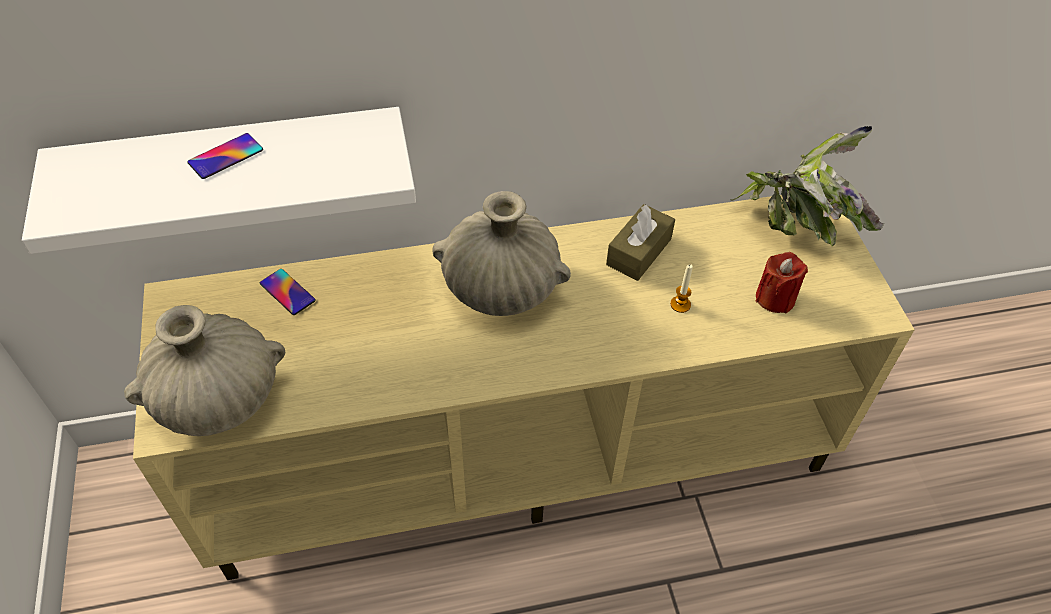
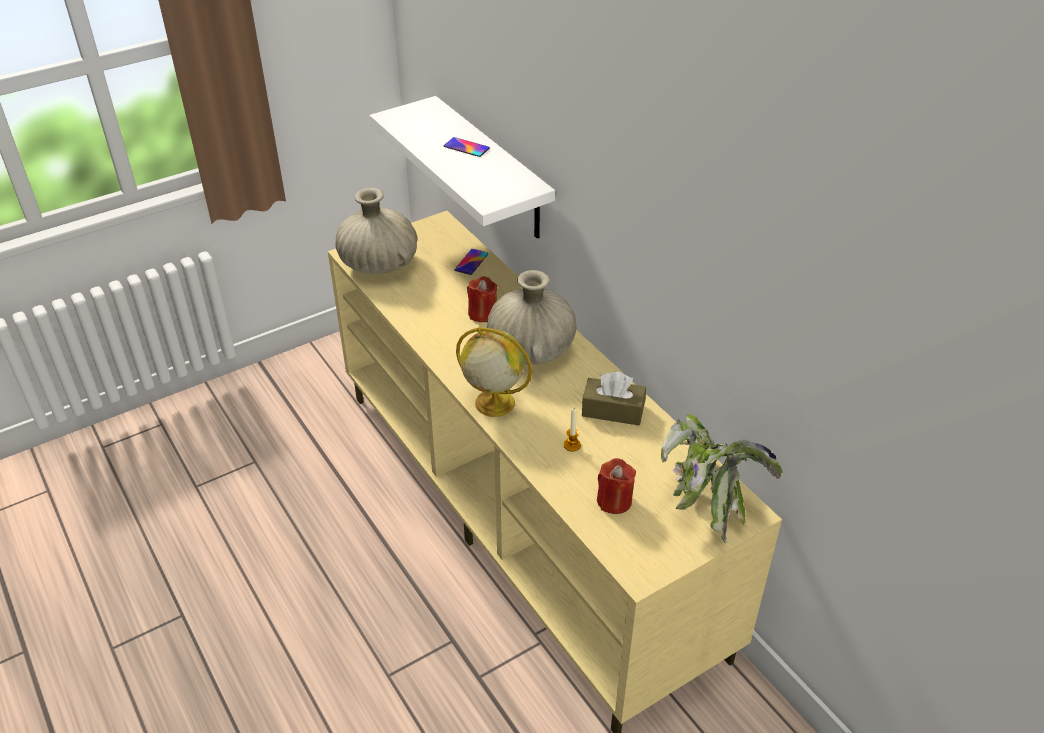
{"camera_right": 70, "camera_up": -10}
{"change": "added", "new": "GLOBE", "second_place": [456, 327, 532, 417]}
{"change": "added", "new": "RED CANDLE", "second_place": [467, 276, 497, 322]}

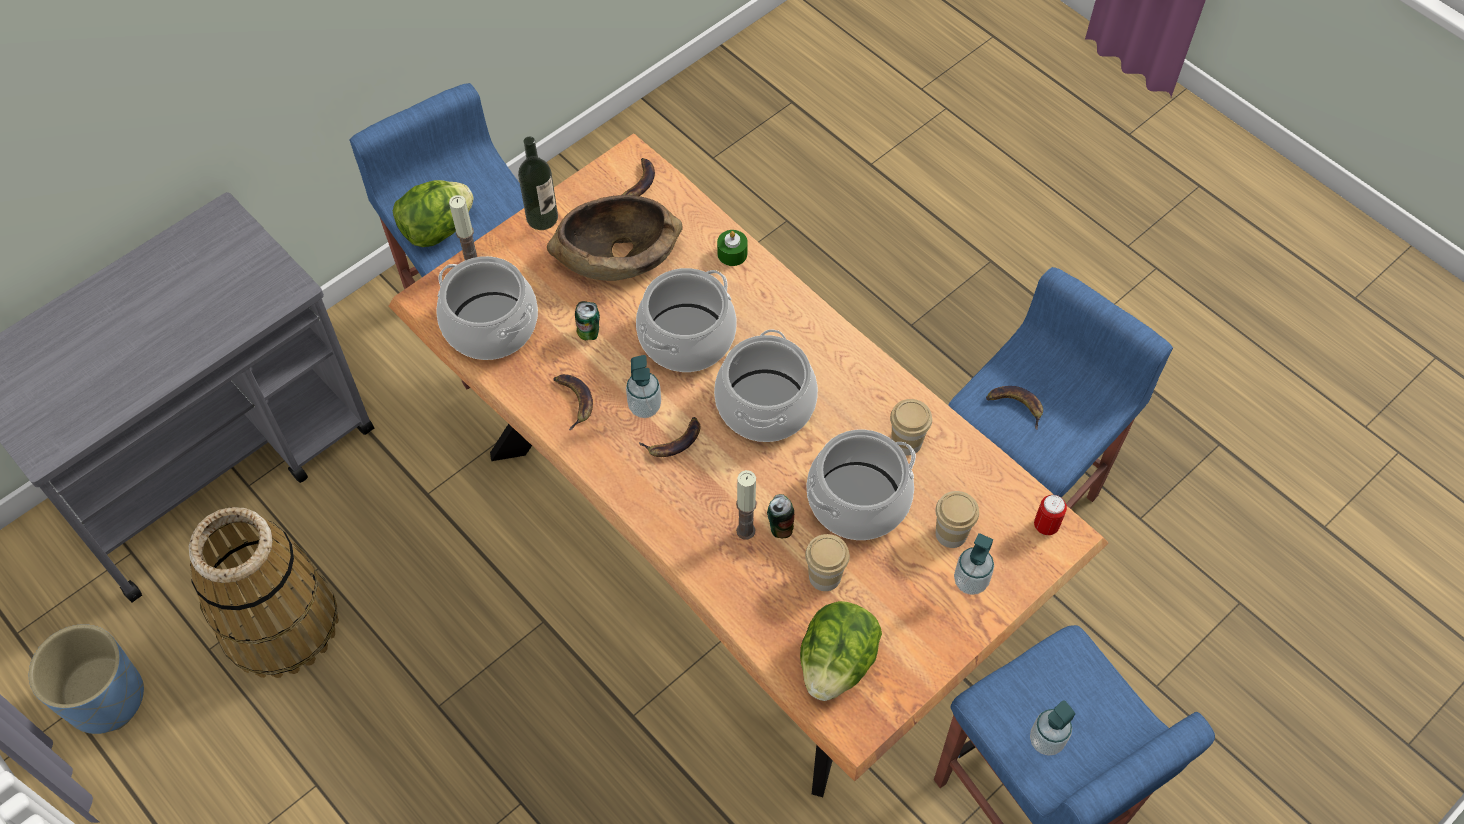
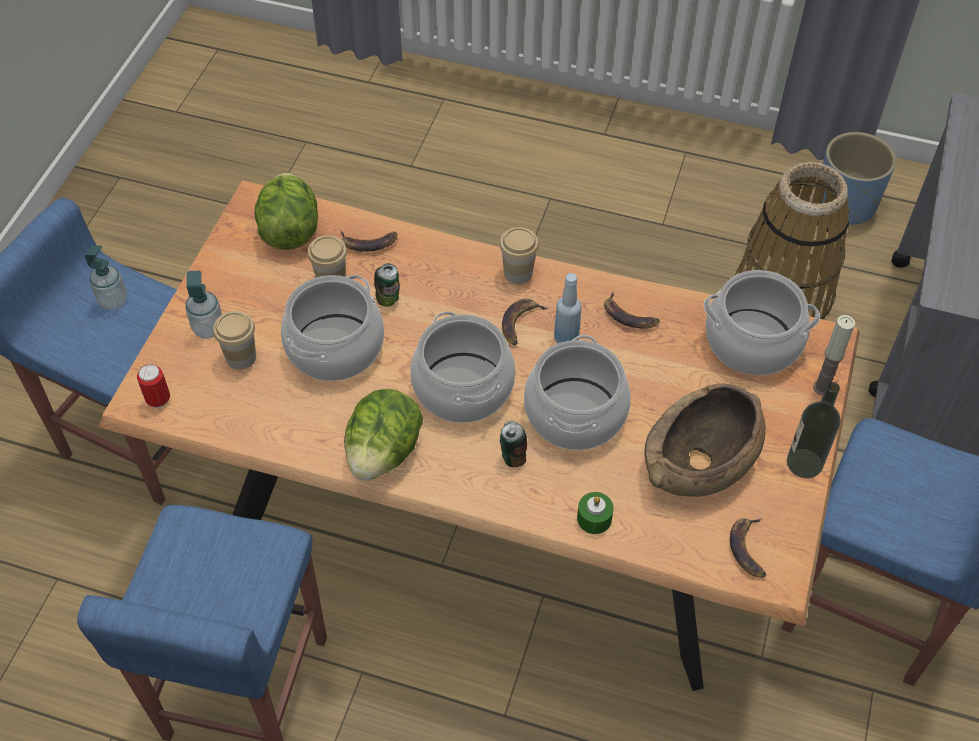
{"camera_right": 150, "camera_up": -5}
{"change": "moved", "old": "LETTUCE", "first_place": [393, 180, 474, 247], "second_place": [344, 389, 423, 481]}
{"change": "moved", "old": "CAN", "first_place": [575, 301, 600, 340], "second_place": [500, 421, 527, 467]}
{"change": "replaced", "old": "SOAP DISPENSER", "new": "BLUE BOTTLE", "first_place": [626, 355, 661, 418], "second_place": [554, 273, 582, 343]}
{"change": "removed", "old": "CANDLE", "first_place": [736, 470, 757, 540]}
{"change": "moved", "old": "CUP", "first_place": [890, 399, 932, 456], "second_place": [499, 227, 539, 284]}
{"change": "moved", "old": "BANANA", "first_place": [986, 386, 1043, 430], "second_place": [341, 231, 398, 252]}

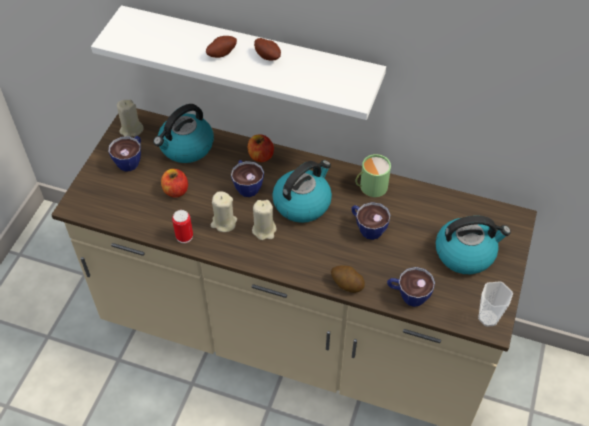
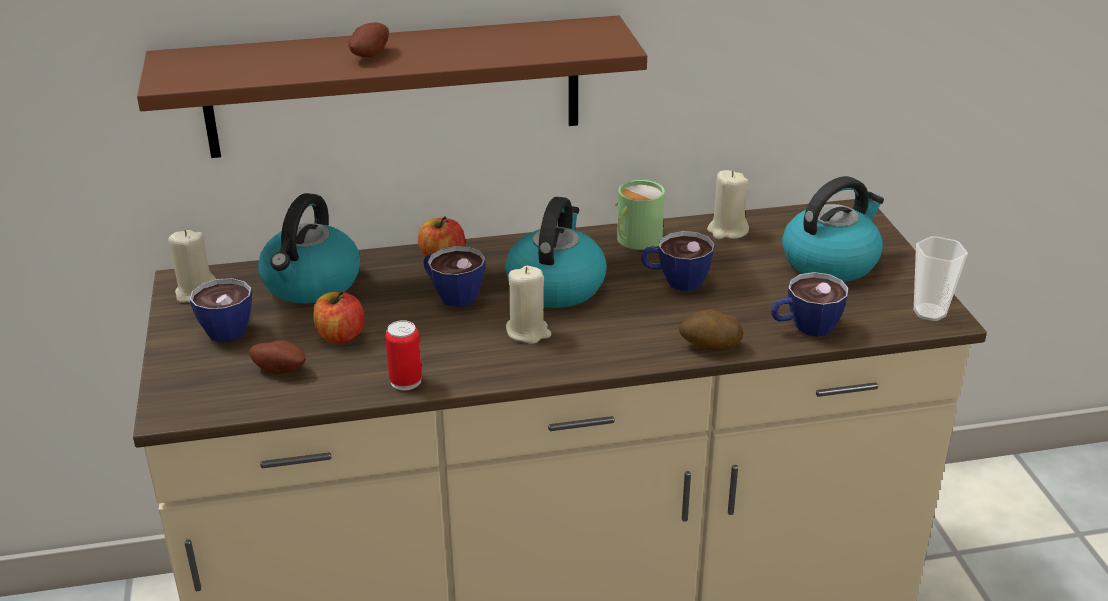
{"camera_right": -30, "camera_up": -20}
{"change": "recoloured", "old": "WHITE SHELF", "new": "BROWN SHELF", "first_place": [91, 5, 386, 120], "second_place": [137, 16, 647, 158]}
{"change": "moved", "old": "BEIGE CANDLE", "first_place": [211, 191, 237, 232], "second_place": [707, 170, 749, 239]}
{"change": "moved", "old": "POTATO", "first_place": [254, 38, 281, 61], "second_place": [249, 341, 306, 374]}

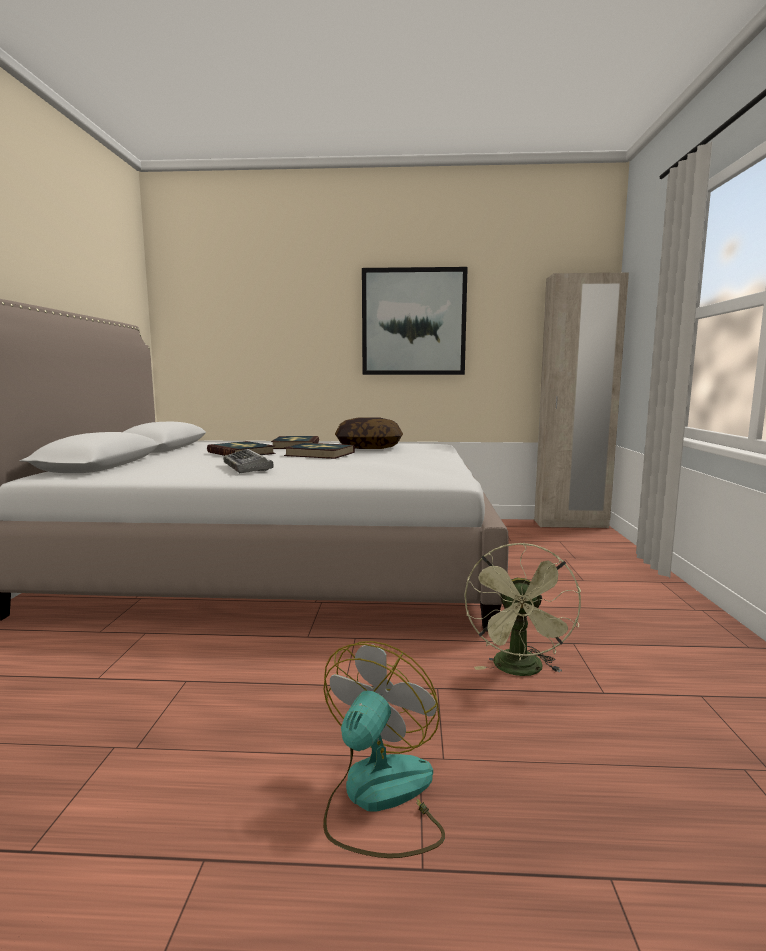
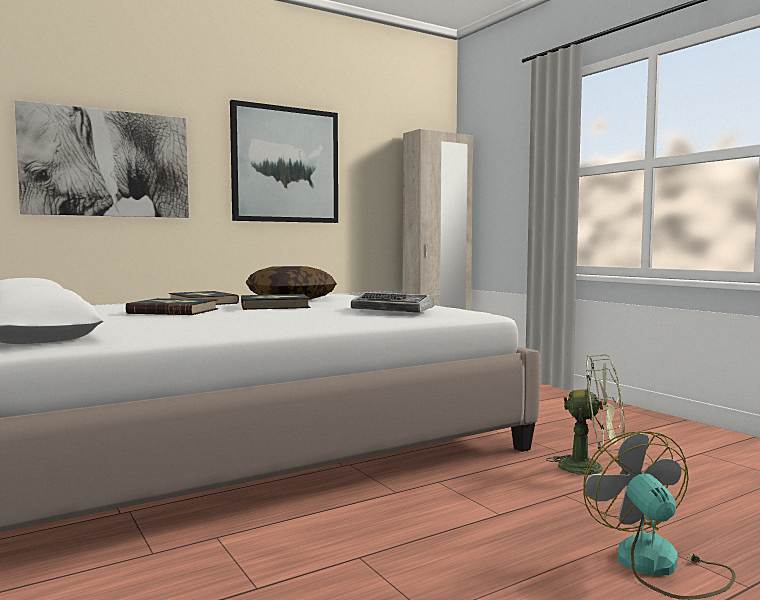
{"camera_right": -35, "camera_up": -5}
{"change": "moved", "old": "KEYBOARD", "first_place": [223, 449, 274, 473], "second_place": [351, 292, 434, 313]}
{"change": "turned", "old": "GREEN FAN", "first_place": [464, 542, 581, 676], "second_place": [546, 355, 625, 475], "degrees": -45}
{"change": "added", "new": "PICTURE", "second_place": [15, 100, 189, 218]}

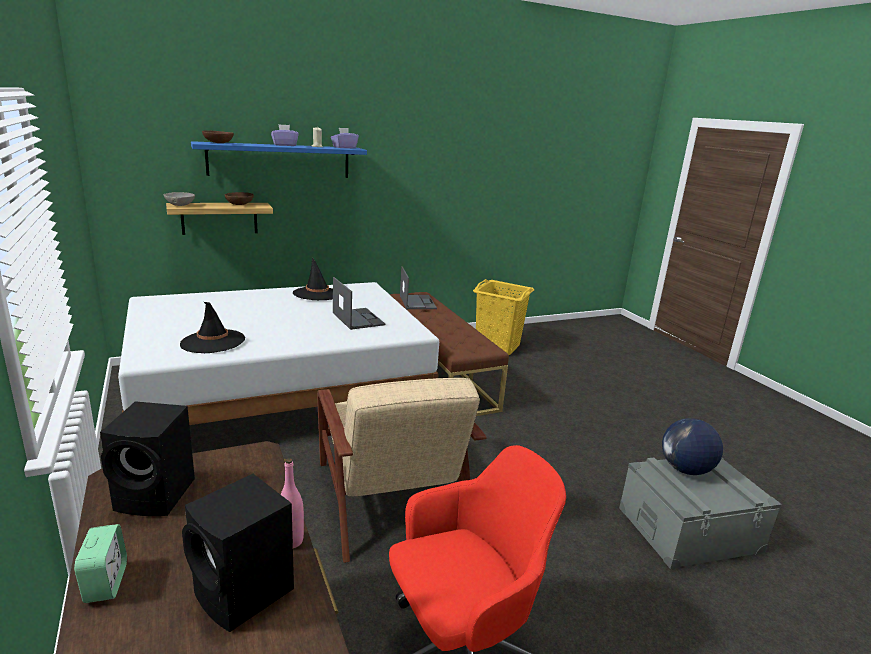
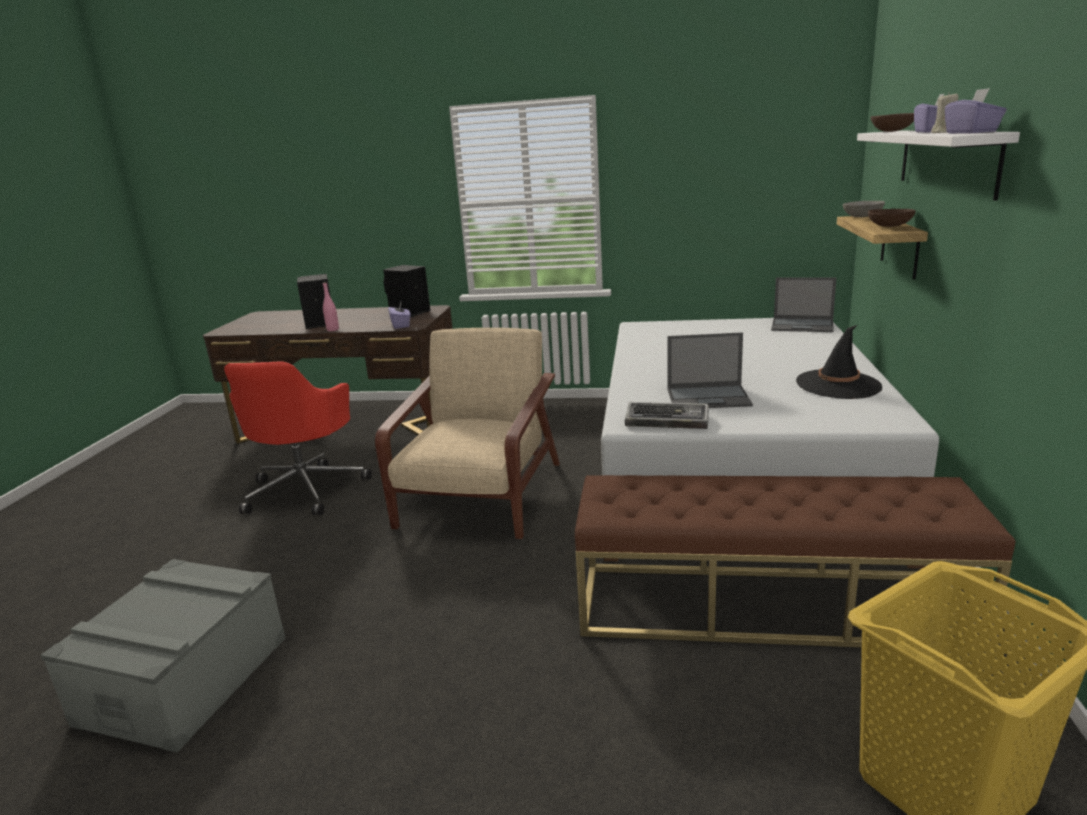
{"camera_right": 125, "camera_up": 0}
{"change": "removed", "old": "ALARM CLOCK", "first_place": [74, 524, 127, 603]}
{"change": "removed", "old": "BLACK HAT", "first_place": [180, 302, 245, 353]}
{"change": "recoloured", "old": "BLUE SHELF", "new": "WHITE SHELF", "first_place": [191, 141, 367, 178], "second_place": [857, 131, 1020, 201]}
{"change": "turned", "old": "BEIGE ARMCHAIR", "first_place": [317, 378, 487, 563], "second_place": [375, 328, 560, 539], "degrees": 90}
{"change": "moved", "old": "LAPTOP", "first_place": [400, 266, 437, 309], "second_place": [771, 277, 837, 332]}
{"change": "removed", "old": "GLOBE", "first_place": [662, 418, 723, 475]}
{"change": "added", "new": "PURPLE TISSUE BOX", "second_place": [388, 303, 411, 329]}
{"change": "added", "new": "KEYBOARD", "second_place": [625, 402, 709, 429]}

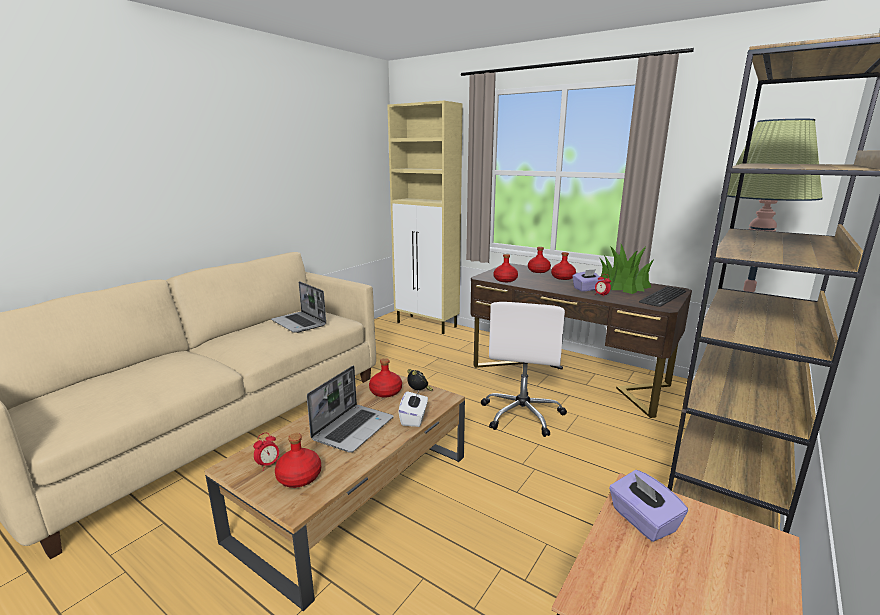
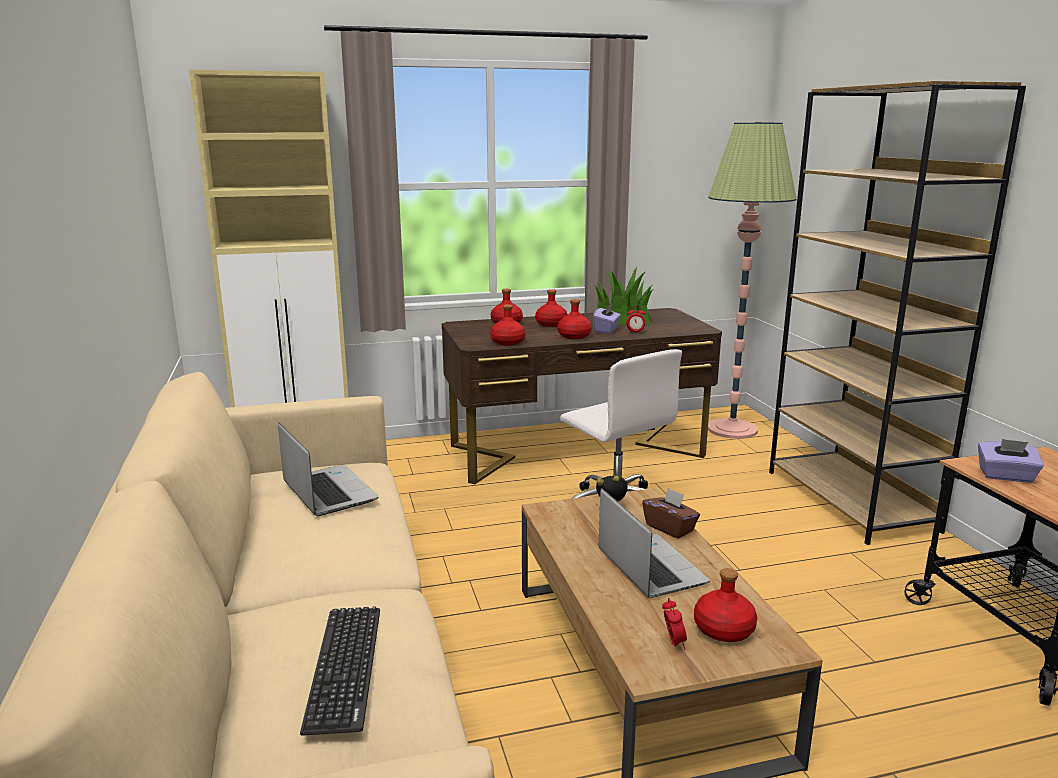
{"camera_right": -50, "camera_up": 0}
{"change": "turned", "old": "LAPTOP", "first_place": [271, 281, 326, 333], "second_place": [278, 422, 379, 516], "degrees": -120}
{"change": "moved", "old": "RED BOTTLE", "first_place": [369, 358, 402, 398], "second_place": [557, 299, 592, 339]}
{"change": "recoloured", "old": "WHITE TISSUE BOX", "new": "BROWN TISSUE BOX", "first_place": [398, 389, 428, 427], "second_place": [642, 488, 700, 539]}
{"change": "moved", "old": "KEYBOARD", "first_place": [639, 286, 686, 307], "second_place": [300, 606, 380, 736]}

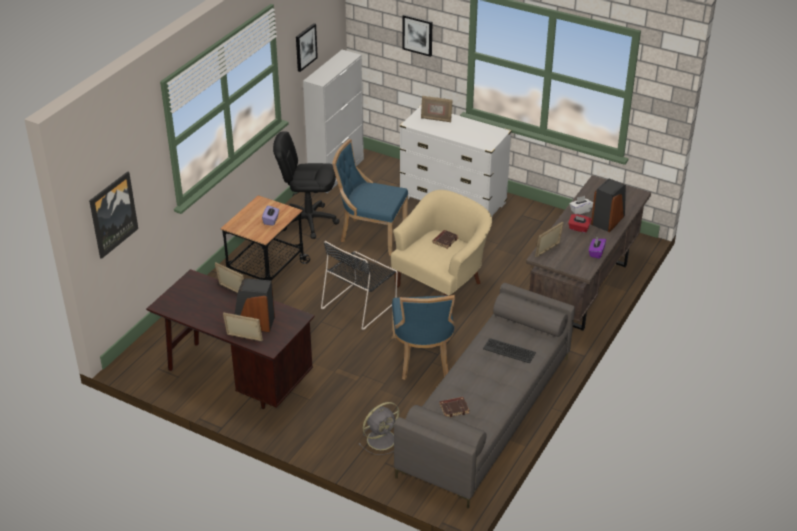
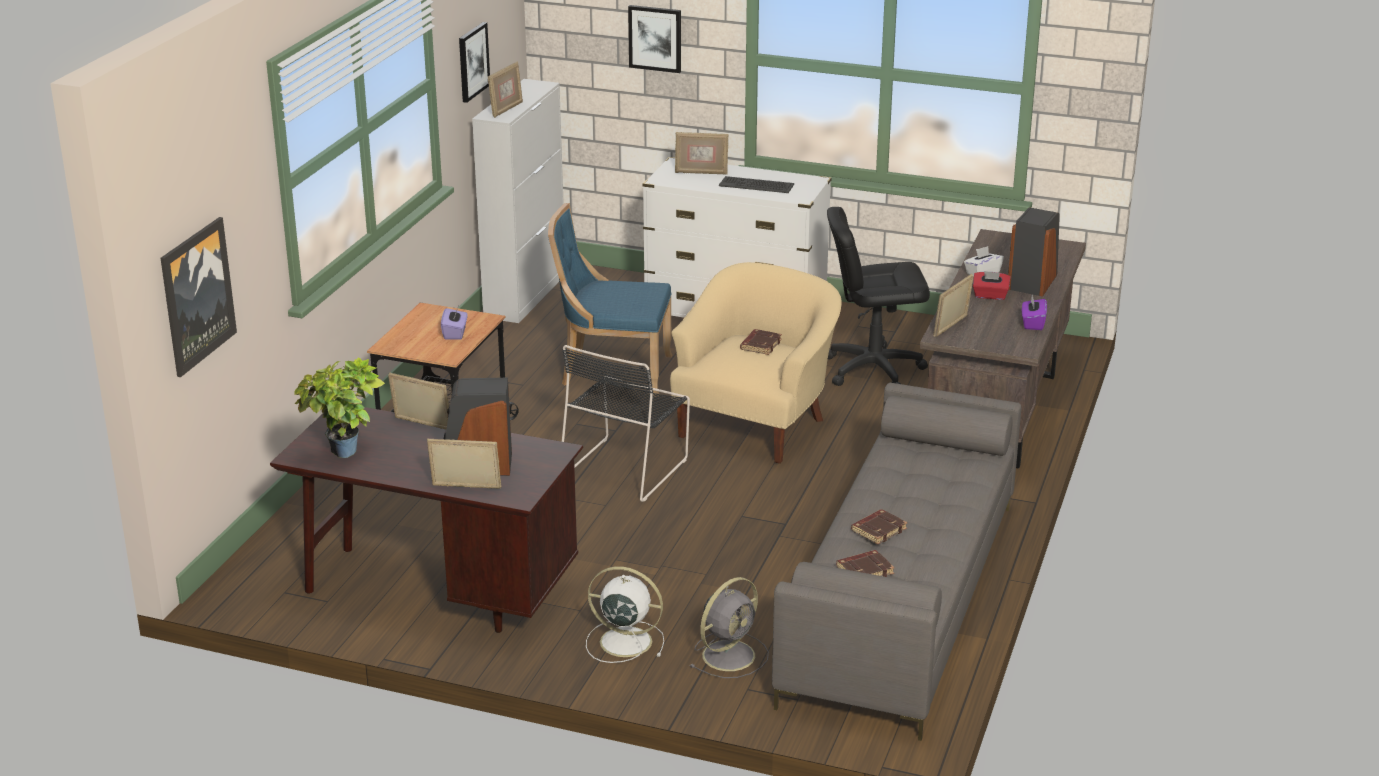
{"camera_right": -10, "camera_up": -10}
{"change": "moved", "old": "BLACK OFFICE CHAIR", "first_place": [273, 131, 340, 239], "second_place": [827, 207, 930, 386]}
{"change": "removed", "old": "BLUE CHAIR", "first_place": [391, 295, 455, 380]}
{"change": "moved", "old": "KEYBOARD", "first_place": [483, 338, 536, 363], "second_place": [719, 176, 794, 193]}
{"change": "added", "new": "POTTED PLANT", "second_place": [294, 357, 385, 458]}
{"change": "added", "new": "PICTURE FRAME", "second_place": [488, 61, 523, 118]}
{"change": "added", "new": "WHITE FAN", "second_place": [586, 566, 664, 663]}
{"change": "added", "new": "BROWN BOOK", "second_place": [851, 509, 908, 545]}

